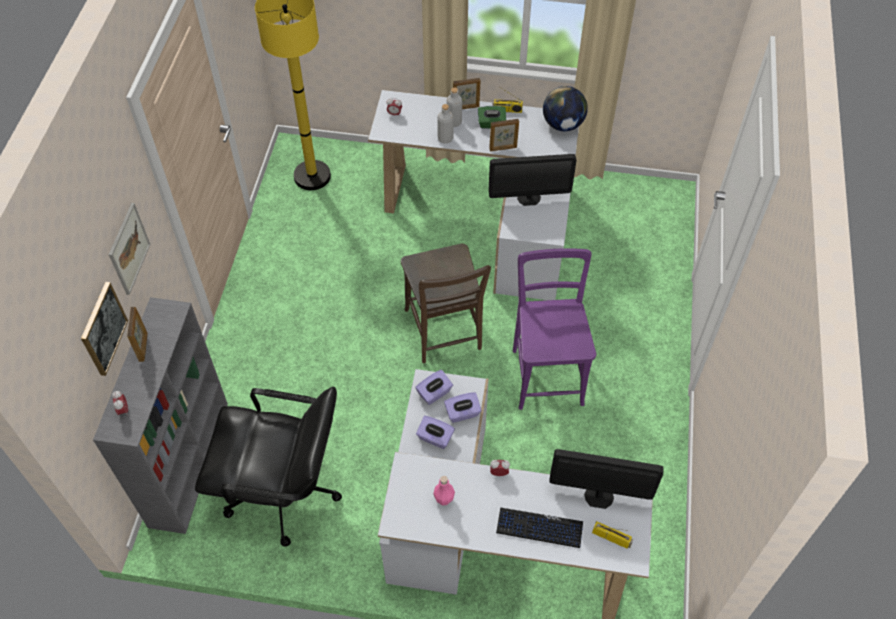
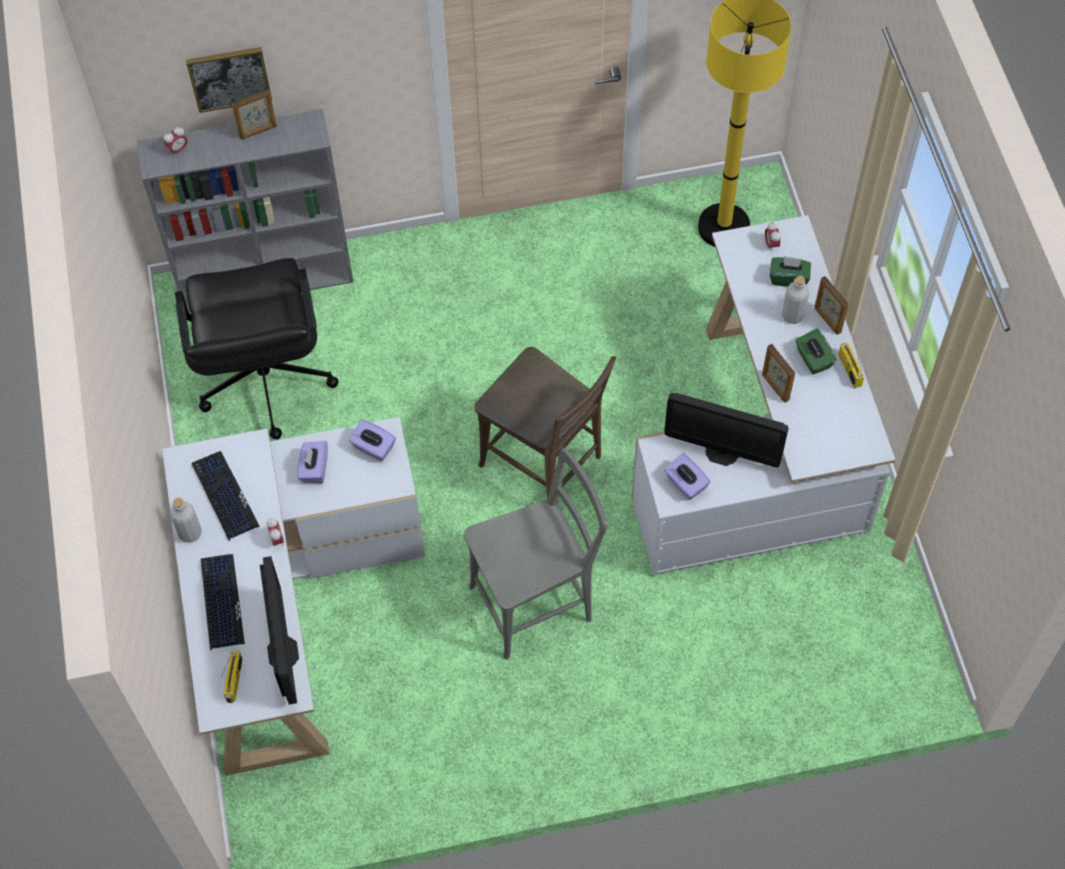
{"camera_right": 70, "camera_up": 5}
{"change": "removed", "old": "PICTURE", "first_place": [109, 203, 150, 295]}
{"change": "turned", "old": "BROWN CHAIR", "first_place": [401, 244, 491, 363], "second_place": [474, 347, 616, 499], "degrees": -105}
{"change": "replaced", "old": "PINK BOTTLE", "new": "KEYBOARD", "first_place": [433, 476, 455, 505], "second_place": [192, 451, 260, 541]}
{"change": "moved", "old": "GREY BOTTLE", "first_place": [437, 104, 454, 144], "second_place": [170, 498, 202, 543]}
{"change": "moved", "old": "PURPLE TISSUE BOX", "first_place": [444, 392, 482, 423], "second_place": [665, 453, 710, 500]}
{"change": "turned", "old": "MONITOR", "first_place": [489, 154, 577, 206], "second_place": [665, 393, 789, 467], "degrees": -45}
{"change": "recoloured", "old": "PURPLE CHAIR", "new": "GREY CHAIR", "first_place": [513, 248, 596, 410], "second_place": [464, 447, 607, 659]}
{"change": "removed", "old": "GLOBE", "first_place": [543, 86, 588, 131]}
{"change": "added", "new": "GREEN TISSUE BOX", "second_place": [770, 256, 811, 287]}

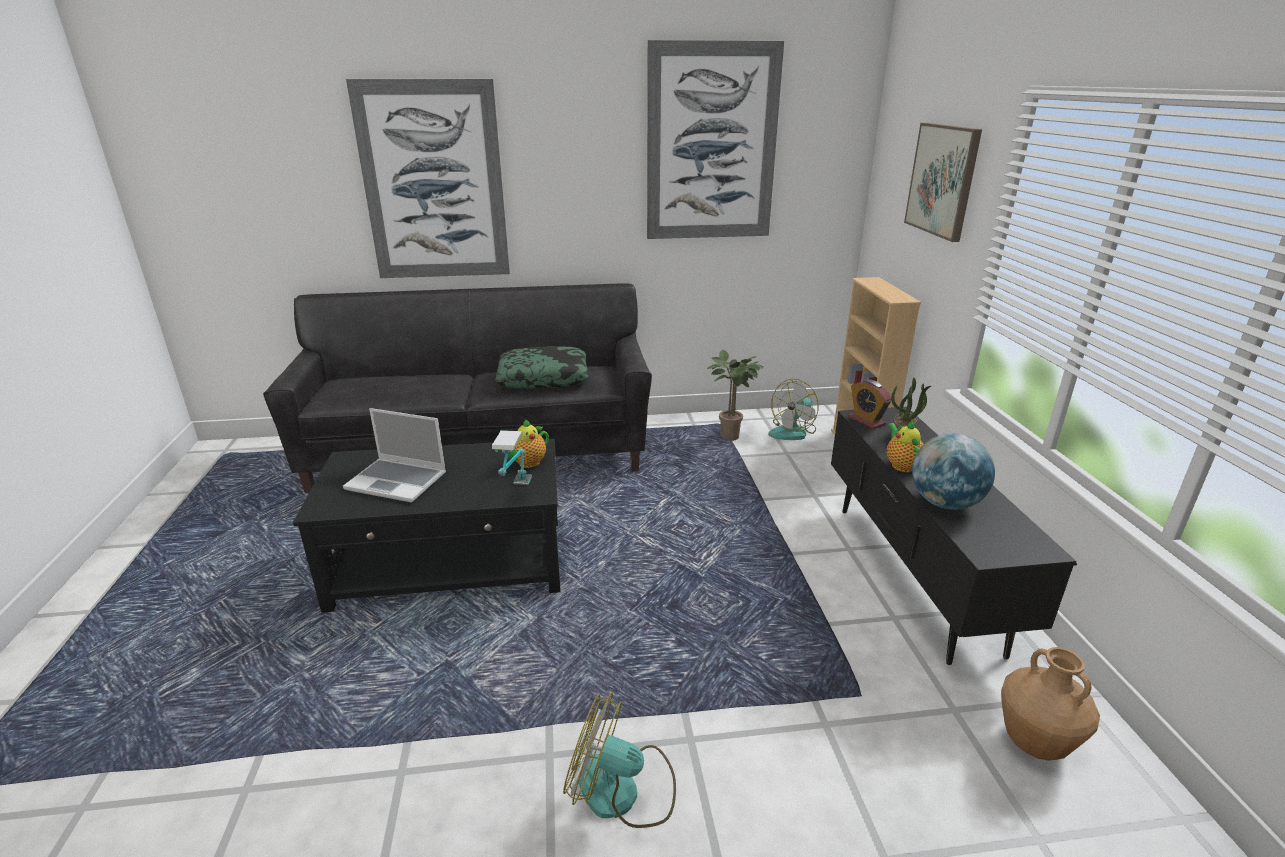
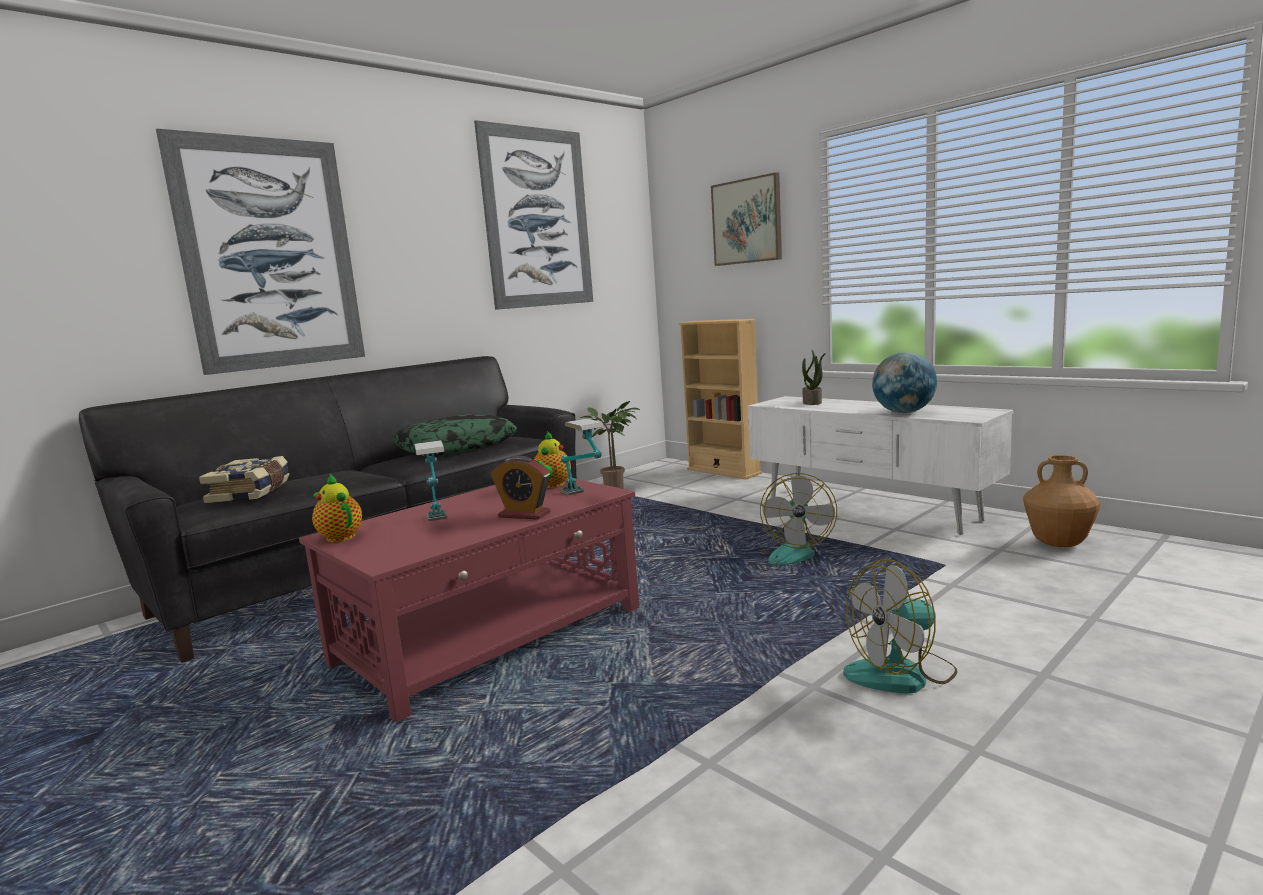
{"camera_right": -35, "camera_up": -15}
{"change": "recoloured", "old": "BLACK COFFEE TABLE", "new": "RED COFFEE TABLE", "first_place": [293, 439, 560, 613], "second_place": [299, 477, 639, 722]}
{"change": "replaced", "old": "LAPTOP", "new": "TABLE LAMP", "first_place": [343, 408, 446, 503], "second_place": [414, 440, 447, 521]}
{"change": "moved", "old": "FAN", "first_place": [768, 379, 819, 440], "second_place": [760, 473, 837, 565]}
{"change": "recoloured", "old": "BLACK TV STAND", "new": "WHITE TV STAND", "first_place": [831, 407, 1077, 665], "second_place": [747, 396, 1014, 535]}
{"change": "moved", "old": "ALARM CLOCK", "first_place": [848, 379, 891, 429], "second_place": [490, 456, 550, 520]}
{"change": "moved", "old": "TEAPOT", "first_place": [887, 420, 924, 472], "second_place": [312, 474, 362, 542]}
{"change": "added", "new": "BOOK", "second_place": [199, 456, 289, 503]}

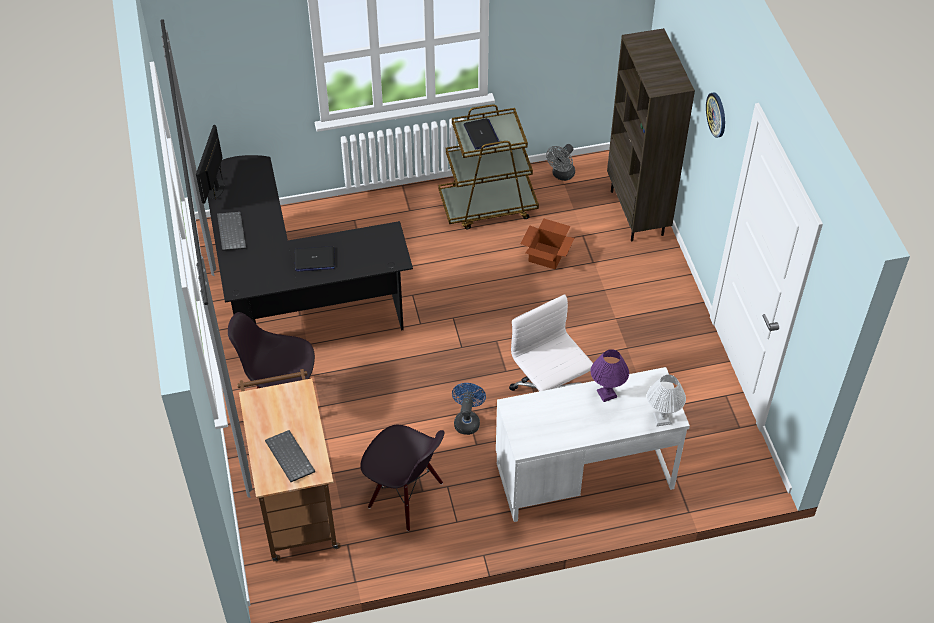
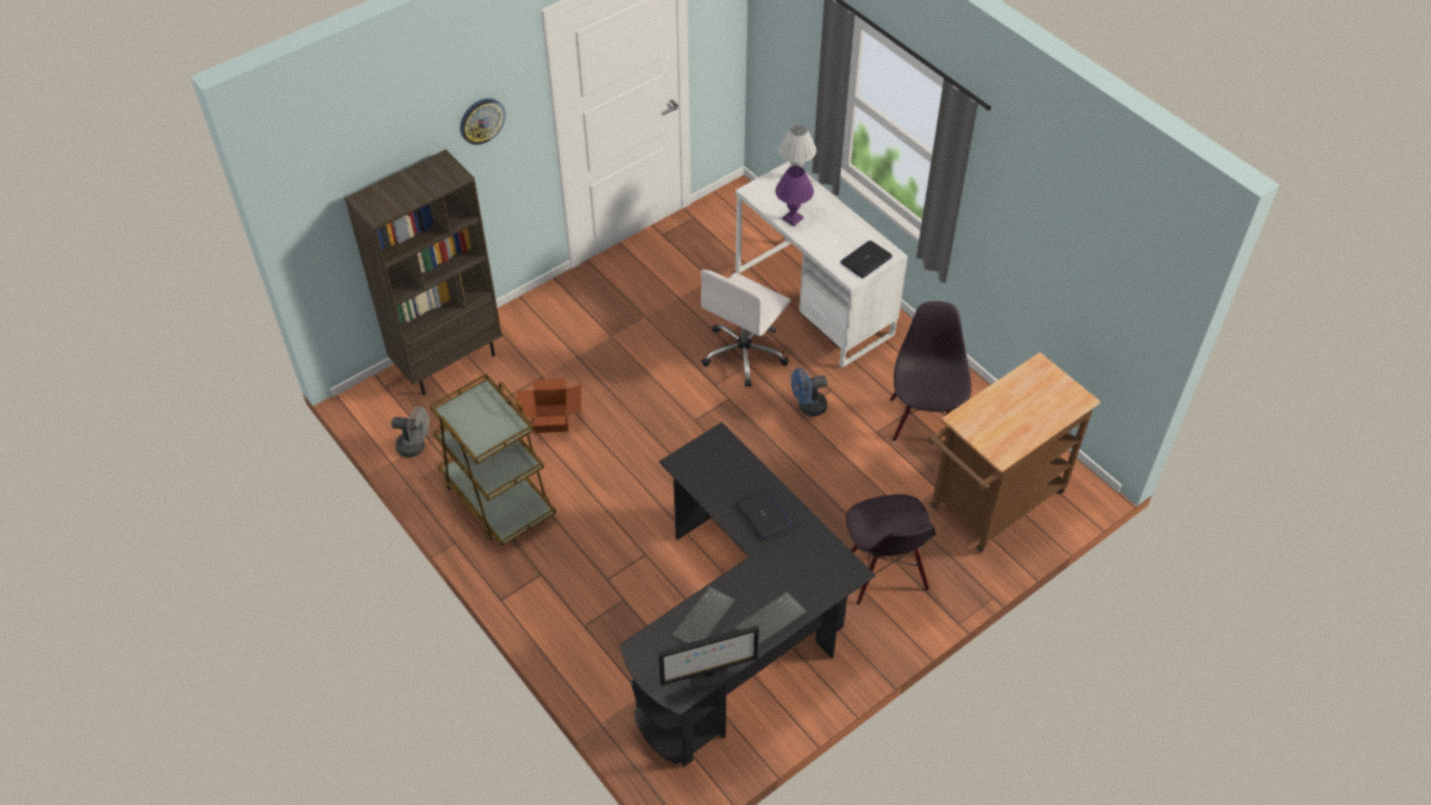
{"camera_right": -115, "camera_up": 0}
{"change": "moved", "old": "KEYBOARD", "first_place": [265, 430, 315, 482], "second_place": [671, 586, 736, 644]}
{"change": "moved", "old": "LAPTOP", "first_place": [464, 118, 500, 149], "second_place": [840, 241, 893, 279]}

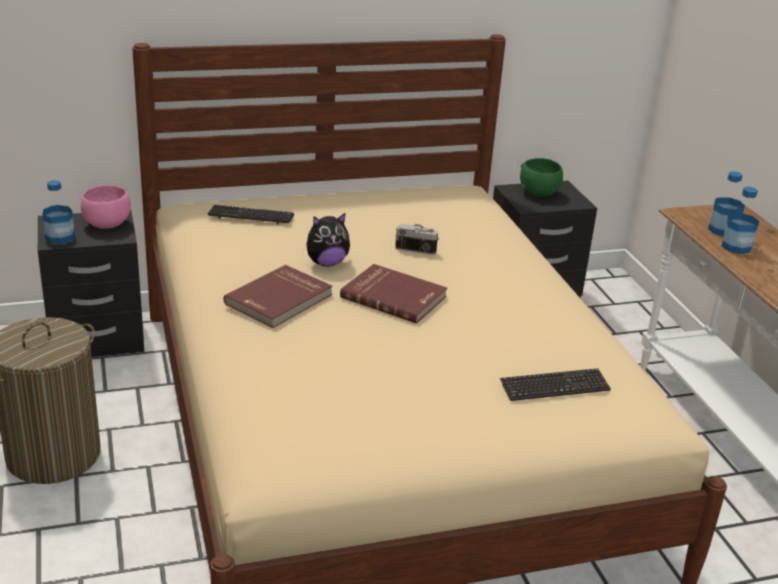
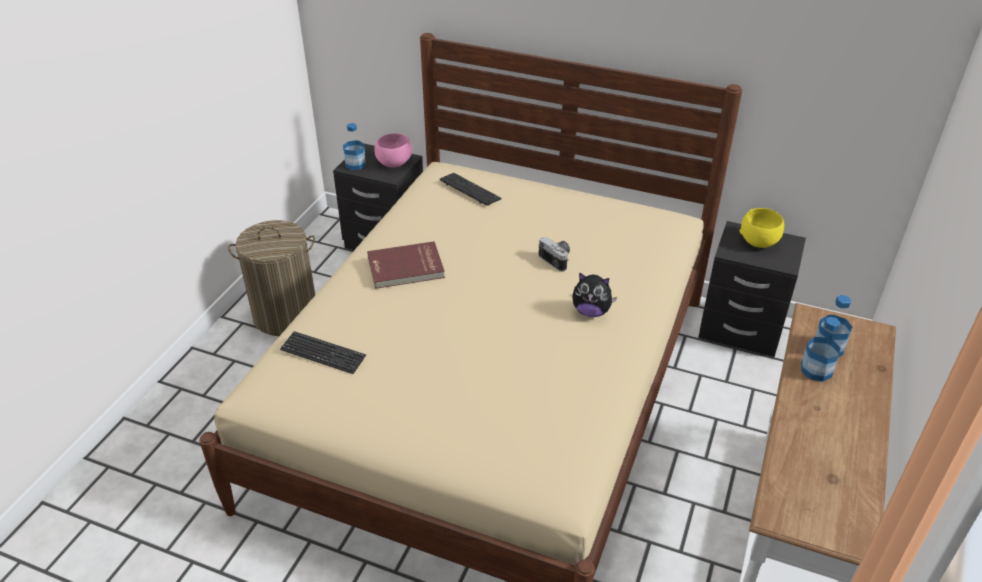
{"camera_right": 40, "camera_up": 10}
{"change": "moved", "old": "PLUSH TOY", "first_place": [306, 213, 350, 267], "second_place": [573, 272, 617, 317]}
{"change": "removed", "old": "RED BOOK", "first_place": [340, 264, 447, 324]}
{"change": "moved", "old": "KEYBOARD", "first_place": [500, 368, 611, 401], "second_place": [280, 331, 366, 374]}
{"change": "recoloured", "old": "GREEN BOWL", "new": "YELLOW BOWL", "first_place": [520, 158, 563, 197], "second_place": [739, 208, 784, 248]}

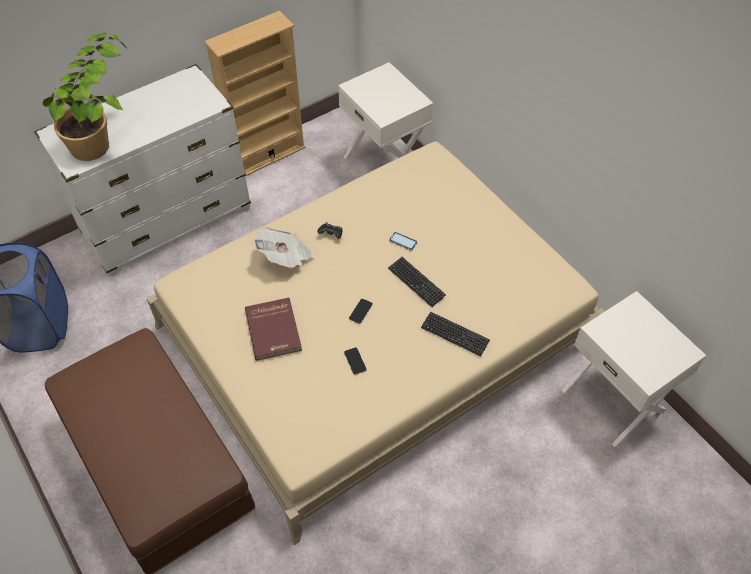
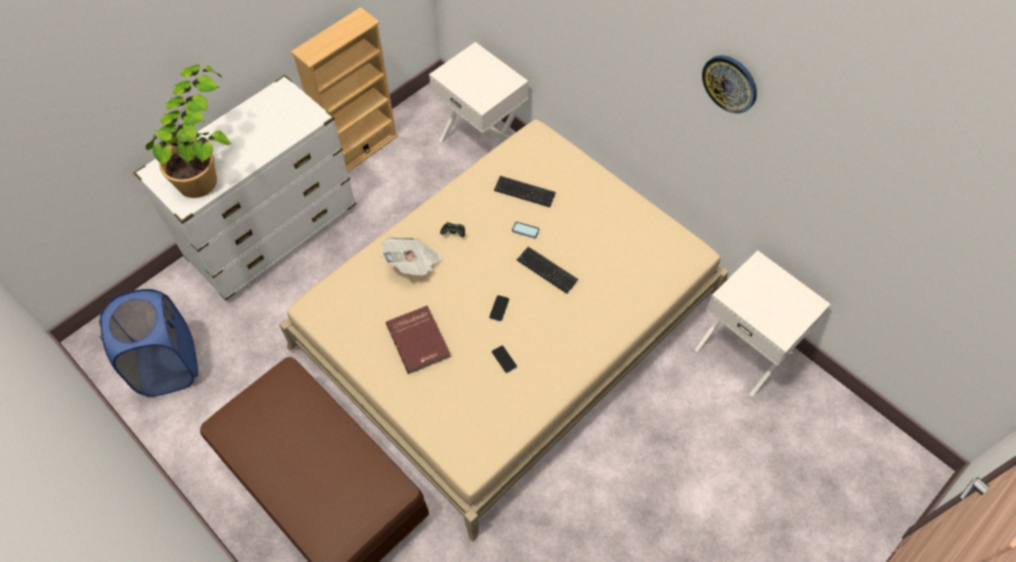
{"camera_right": -10, "camera_up": 5}
{"change": "moved", "old": "KEYBOARD", "first_place": [421, 311, 490, 356], "second_place": [494, 176, 556, 207]}
{"change": "added", "new": "WALL CLOCK", "second_place": [702, 55, 757, 113]}

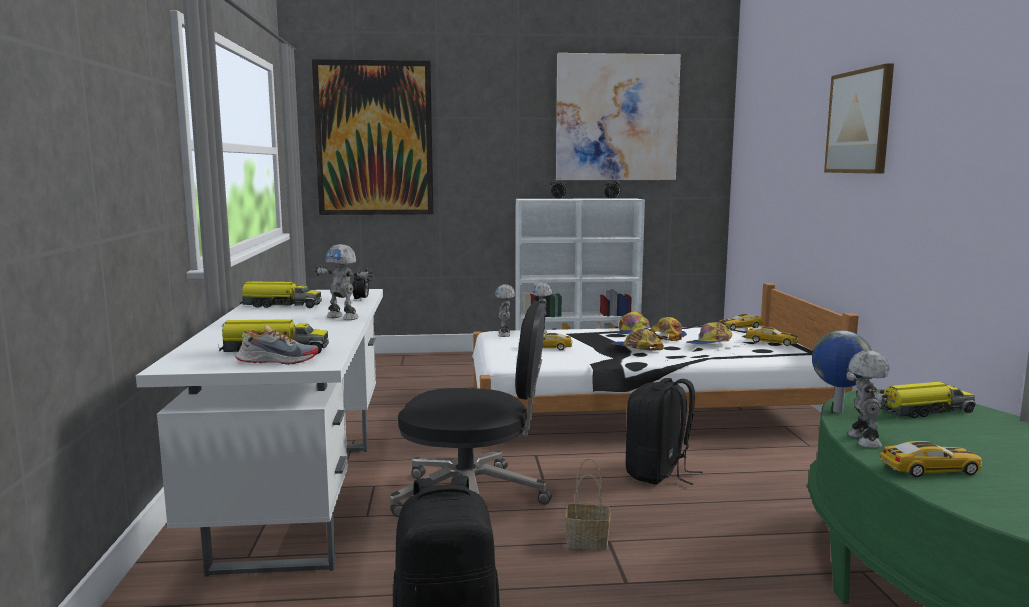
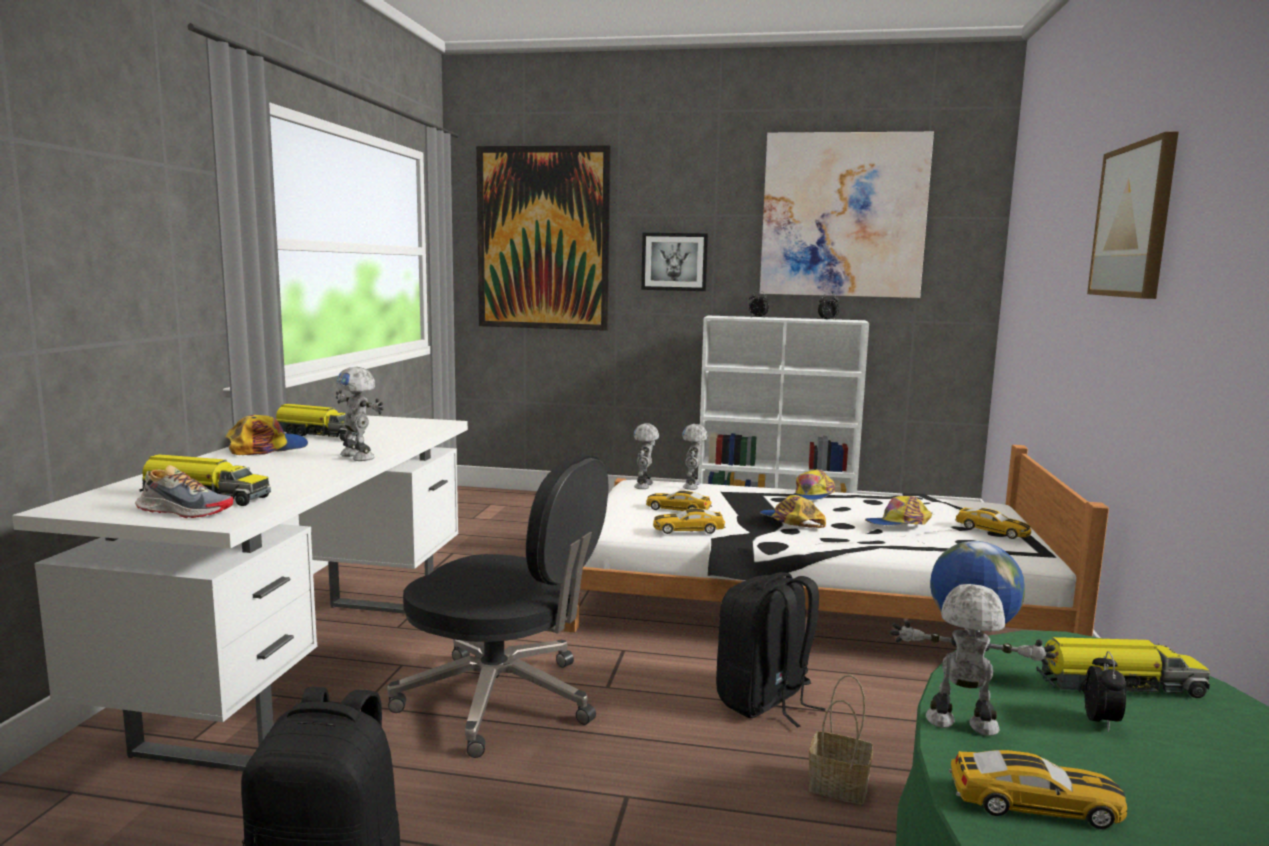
{"camera_right": 15, "camera_up": 0}
{"change": "moved", "old": "ALARM CLOCK", "first_place": [353, 268, 369, 301], "second_place": [1084, 651, 1126, 732]}
{"change": "moved", "old": "BASKET", "first_place": [566, 458, 610, 550], "second_place": [809, 675, 873, 805]}
{"change": "moved", "old": "CAP", "first_place": [651, 317, 687, 341], "second_place": [225, 415, 308, 455]}
{"change": "moved", "old": "TOY CAR", "first_place": [720, 314, 764, 330], "second_place": [653, 508, 725, 534]}
{"change": "turned", "old": "TOY ROBOT", "first_place": [846, 350, 890, 448], "second_place": [890, 584, 1056, 736], "degrees": -90}
{"change": "added", "new": "PICTURE", "second_place": [641, 233, 708, 291]}

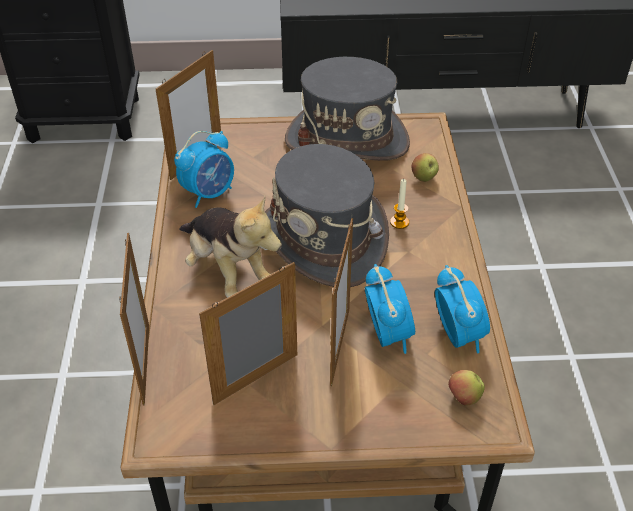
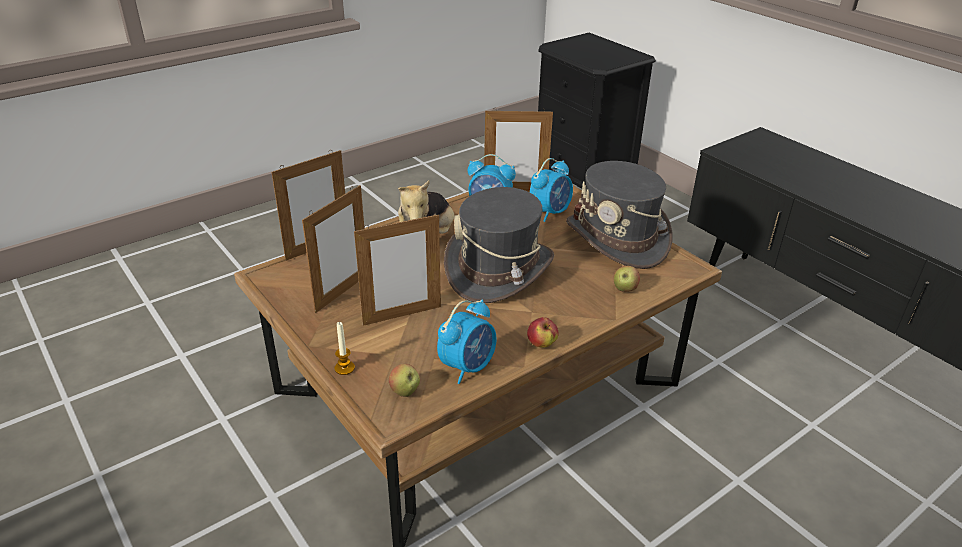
{"camera_right": 55, "camera_up": -10}
{"change": "turned", "old": "PICTURE FRAME", "first_place": [199, 262, 297, 405], "second_place": [302, 185, 364, 313], "degrees": 105}
{"change": "moved", "old": "ALARM CLOCK", "first_place": [365, 264, 415, 354], "second_place": [530, 158, 573, 222]}
{"change": "moved", "old": "CANDLE", "first_place": [390, 179, 409, 229], "second_place": [334, 322, 355, 375]}
{"change": "added", "new": "APPLE", "second_place": [527, 317, 559, 348]}

